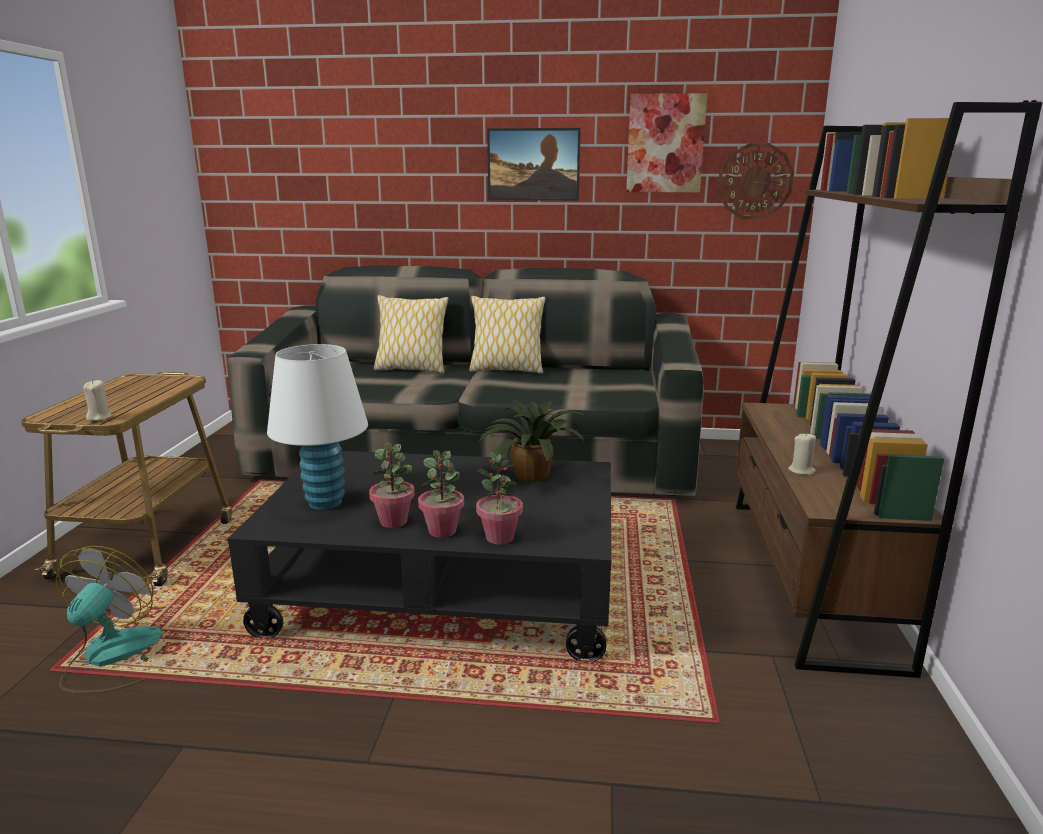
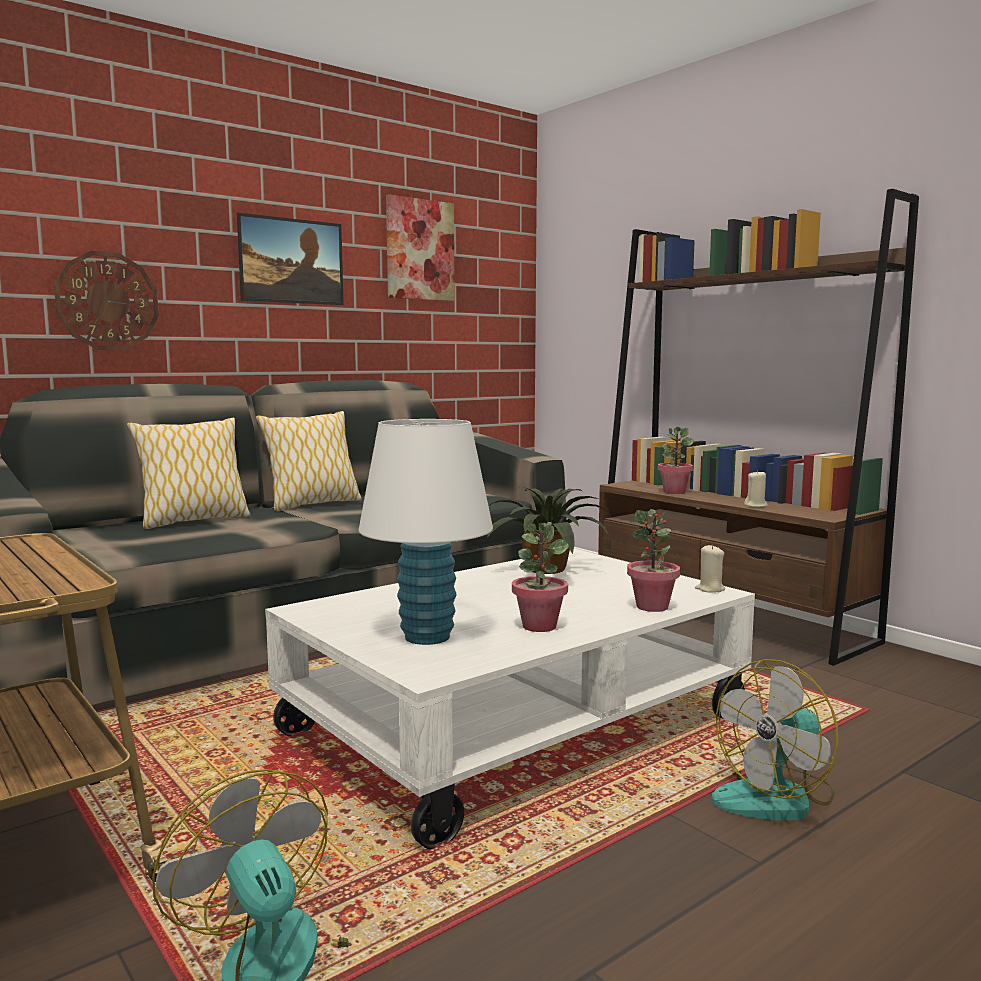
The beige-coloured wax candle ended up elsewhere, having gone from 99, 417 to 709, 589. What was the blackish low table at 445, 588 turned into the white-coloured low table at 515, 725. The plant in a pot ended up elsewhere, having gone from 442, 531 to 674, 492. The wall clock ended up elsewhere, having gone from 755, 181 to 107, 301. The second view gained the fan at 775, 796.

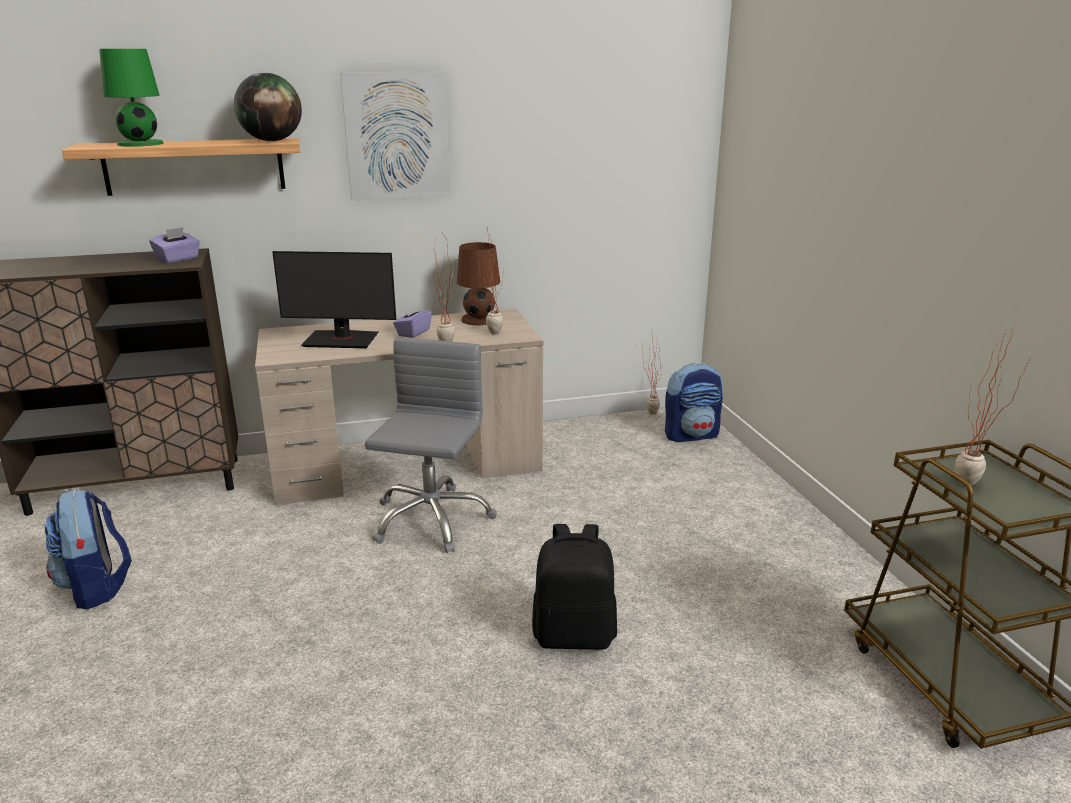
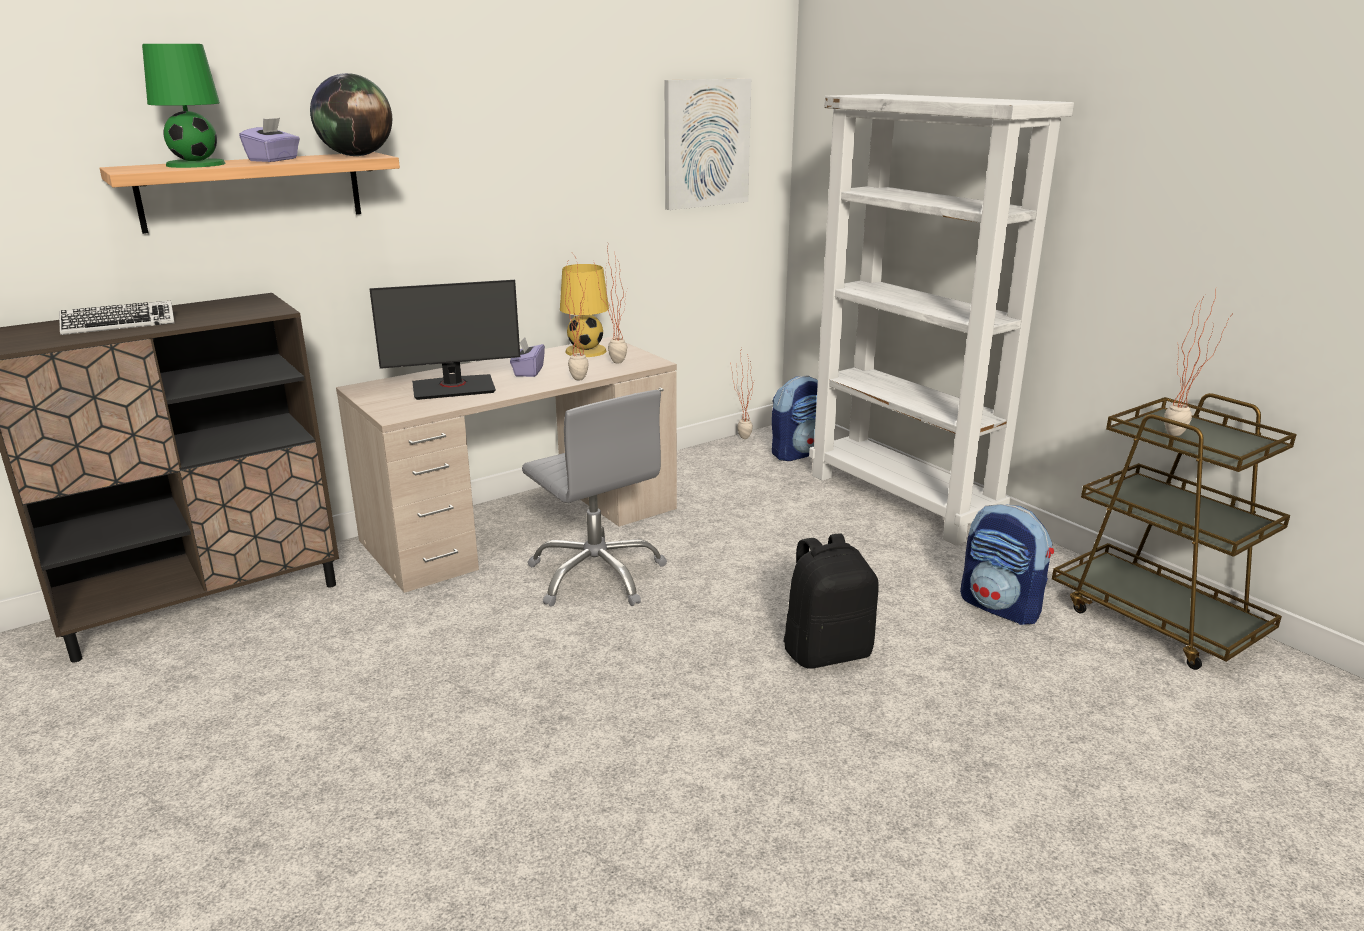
The backpack ended up elsewhere, having gone from 97, 587 to 1001, 607. The purple tissue holder ended up elsewhere, having gone from 178, 259 to 274, 160. The wall art ended up elsewhere, having gone from 396, 136 to 706, 143. The greyish computer chair at 431, 519 ended up facing another way, 150 degrees clockwise from before. What was the brown-coloured table lamp at 479, 319 turned into the yellow table lamp at 586, 351. The second view gained the keyboard at 119, 324. The second view gained the white-coloured bookcase at 903, 500.

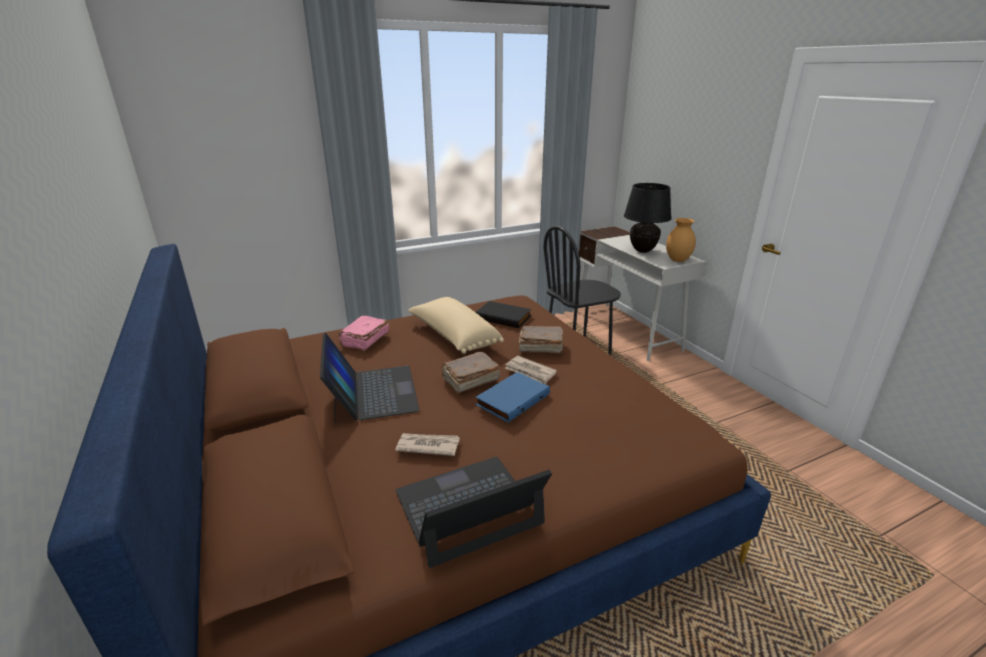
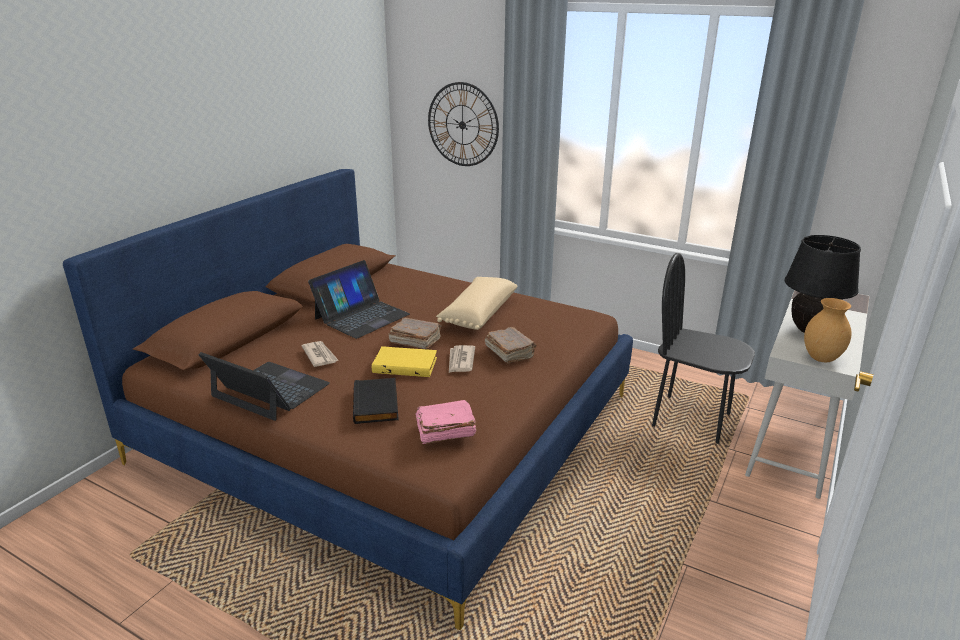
The pink volume ended up elsewhere, having gone from 364, 340 to 444, 431. The blackish volume ended up elsewhere, having gone from 504, 317 to 377, 404. What was the blue volume at 512, 399 turned into the yellow volume at 406, 364. The second view gained the wall clock at 462, 125.

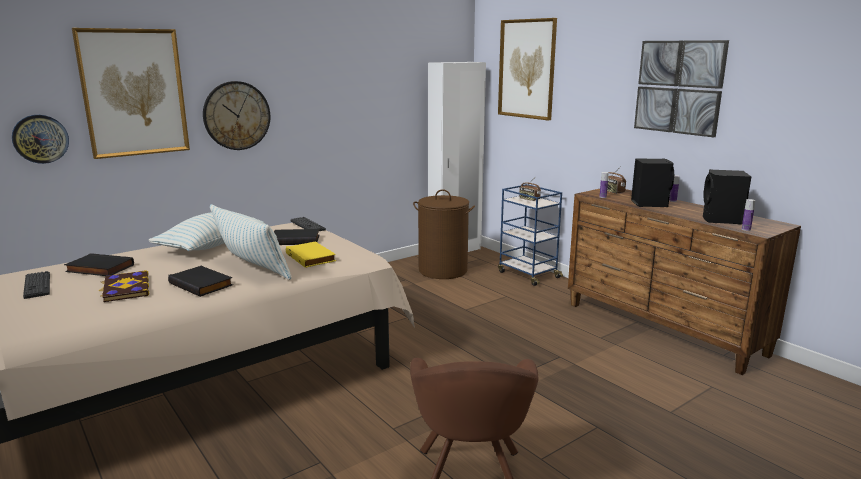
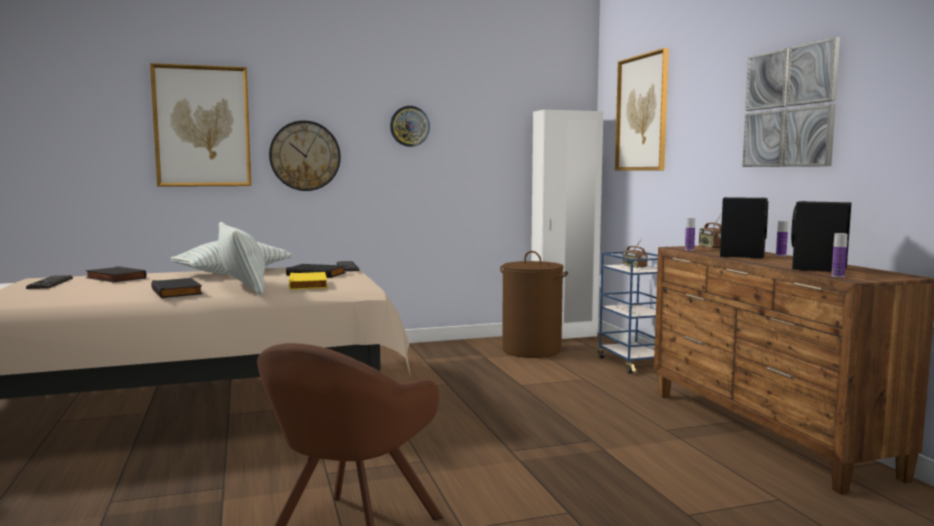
The wall clock ended up elsewhere, having gone from 40, 139 to 409, 126. The second view lost the volume at 125, 288.

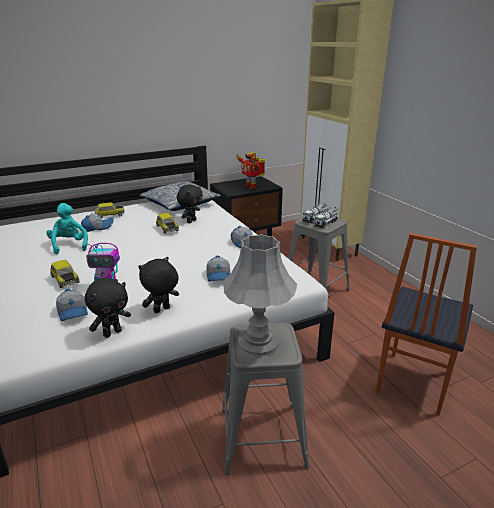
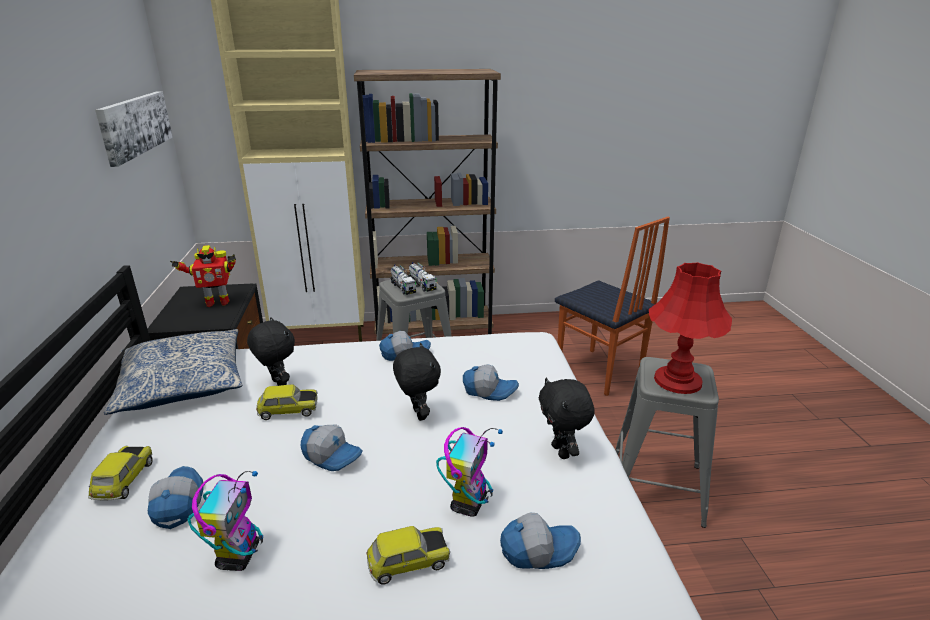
Where the turquoise-coloured cuddly toy stood at 69, 245, the model robot came to stand at 239, 555. The blackish cuddly toy ended up elsewhere, having gone from 112, 333 to 417, 414. What was the greyish table lamp at 258, 342 turned into the red table lamp at 677, 380. The second view gained the wall art at 135, 125. The second view gained the peaked cap at 332, 455. The second view gained the brown-coloured bookcase at 433, 333.

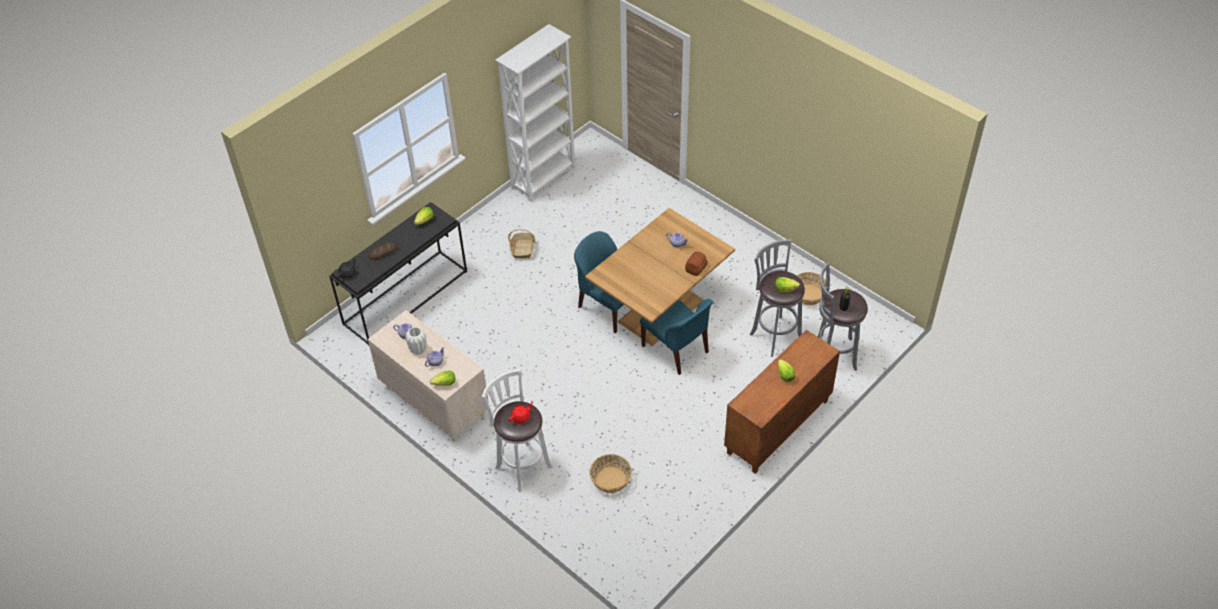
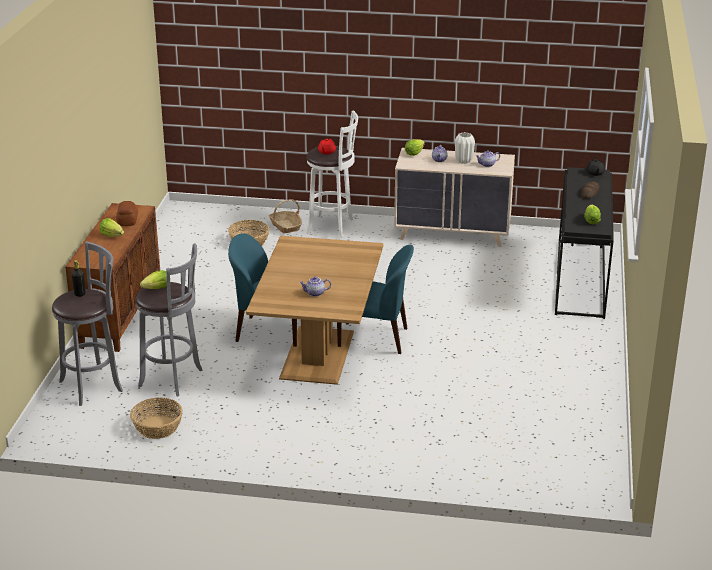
The second view lost the white-coloured bookcase at 544, 178. The household basket ended up elsewhere, having gone from 523, 249 to 285, 226. The bakery bread ended up elsewhere, having gone from 695, 268 to 128, 221.

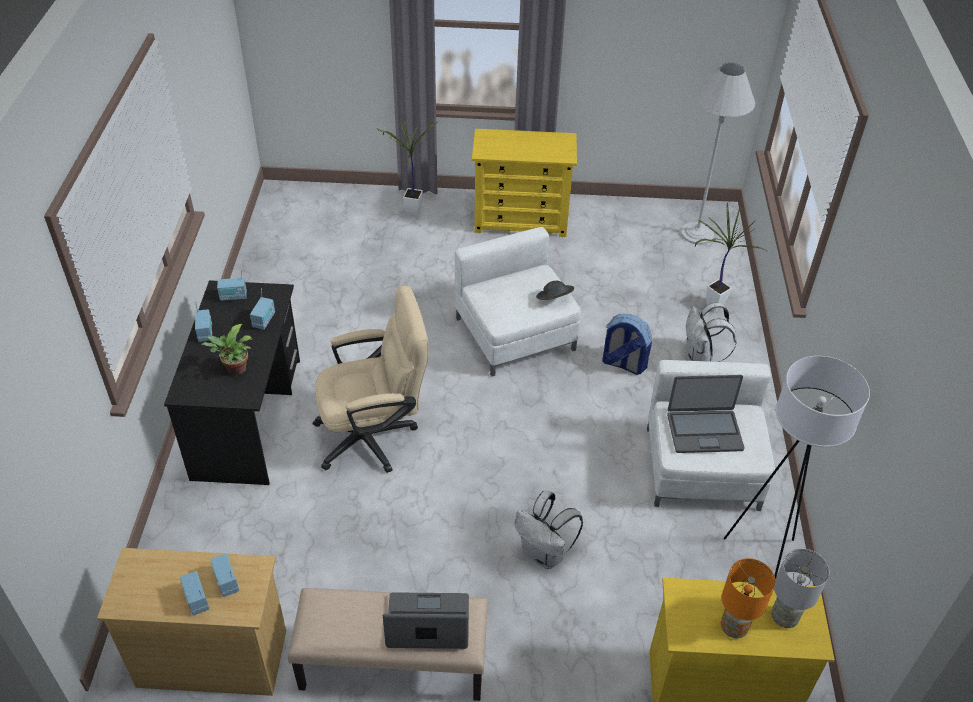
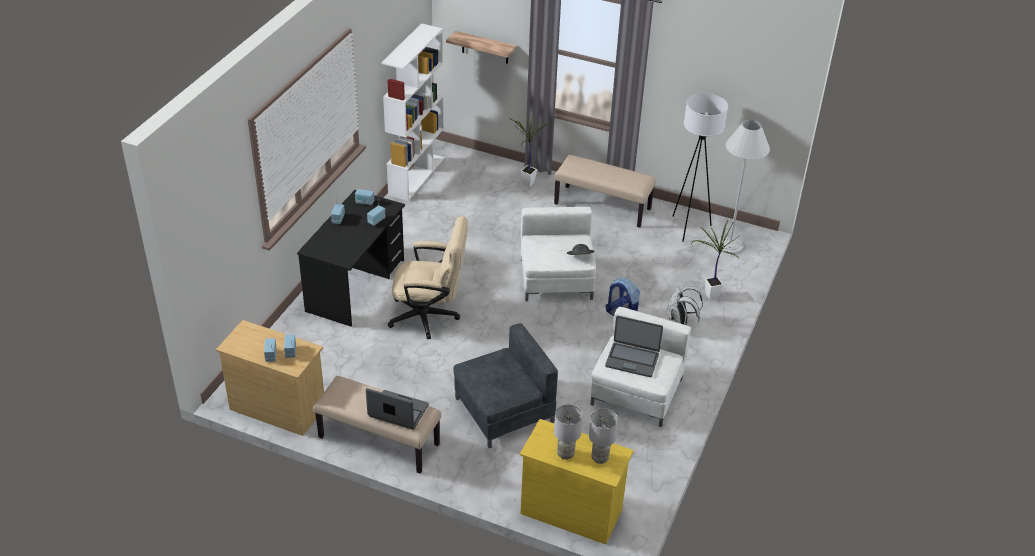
The second view lost the plant in a pot at 235, 370. Where the yellow dresser stood at 521, 220, the beige-coloured indoor bench came to stand at 603, 206. Where the white-coloured backpack stood at 545, 554, the greyish armchair came to stand at 503, 411. What was the orange-coloured table lamp at 733, 627 turned into the greyish table lamp at 566, 454. The white-coloured standard lamp ended up elsewhere, having gone from 762, 558 to 688, 228. The second view gained the white-coloured bookcase at 416, 176. The second view gained the shelf at 485, 47.

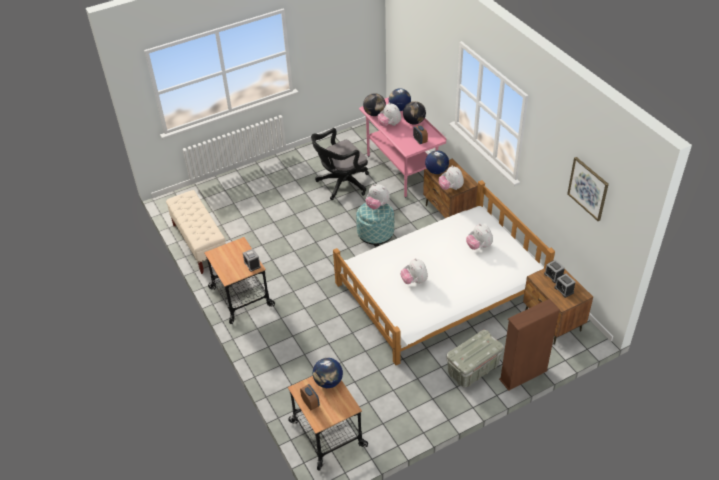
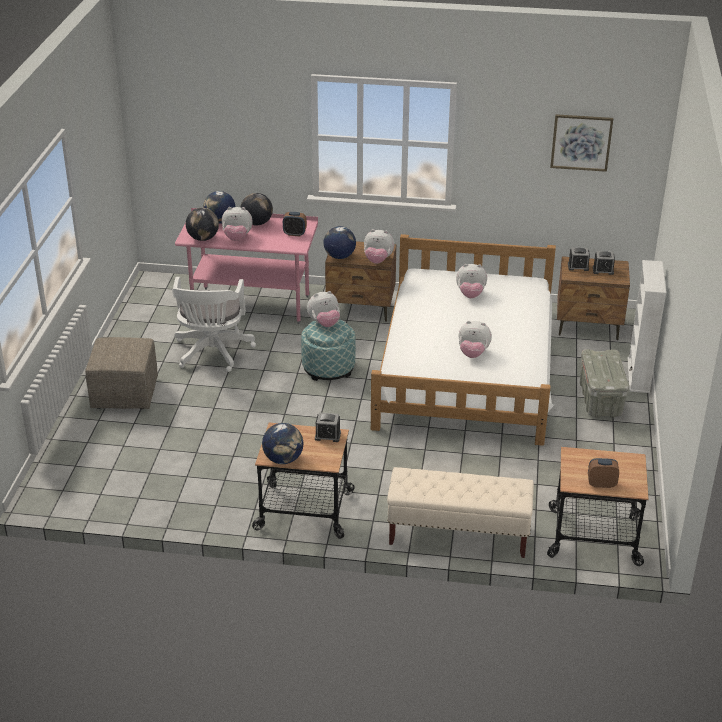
The beige-coloured indoor bench ended up elsewhere, having gone from 200, 244 to 457, 535. What was the blackish computer chair at 341, 184 turned into the white-coloured computer chair at 212, 353. The desk globe ended up elsewhere, having gone from 328, 382 to 283, 459. What was the brown-coloured bookcase at 523, 375 turned into the white-coloured bookcase at 638, 375. The second view gained the beige-coloured ottoman at 124, 393.

